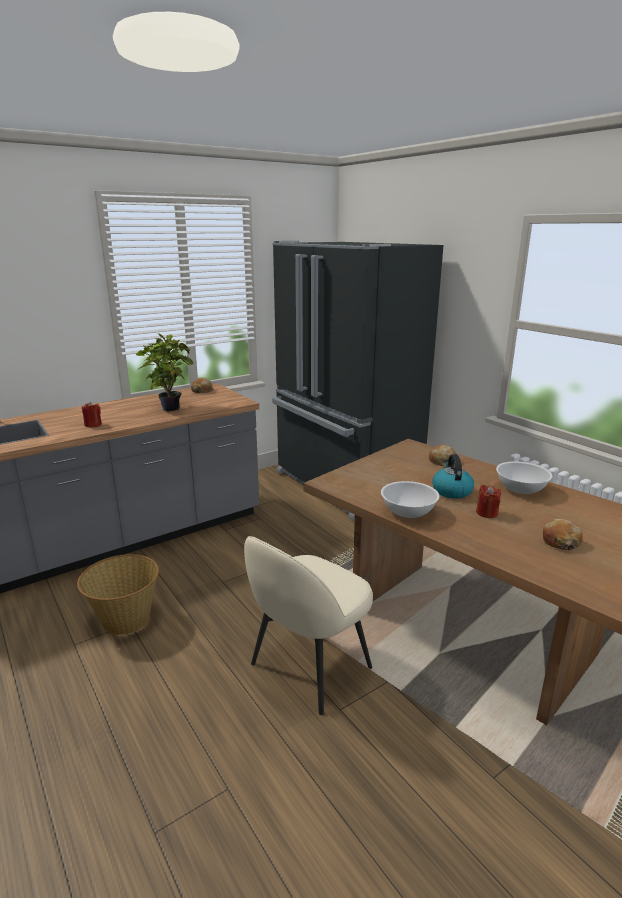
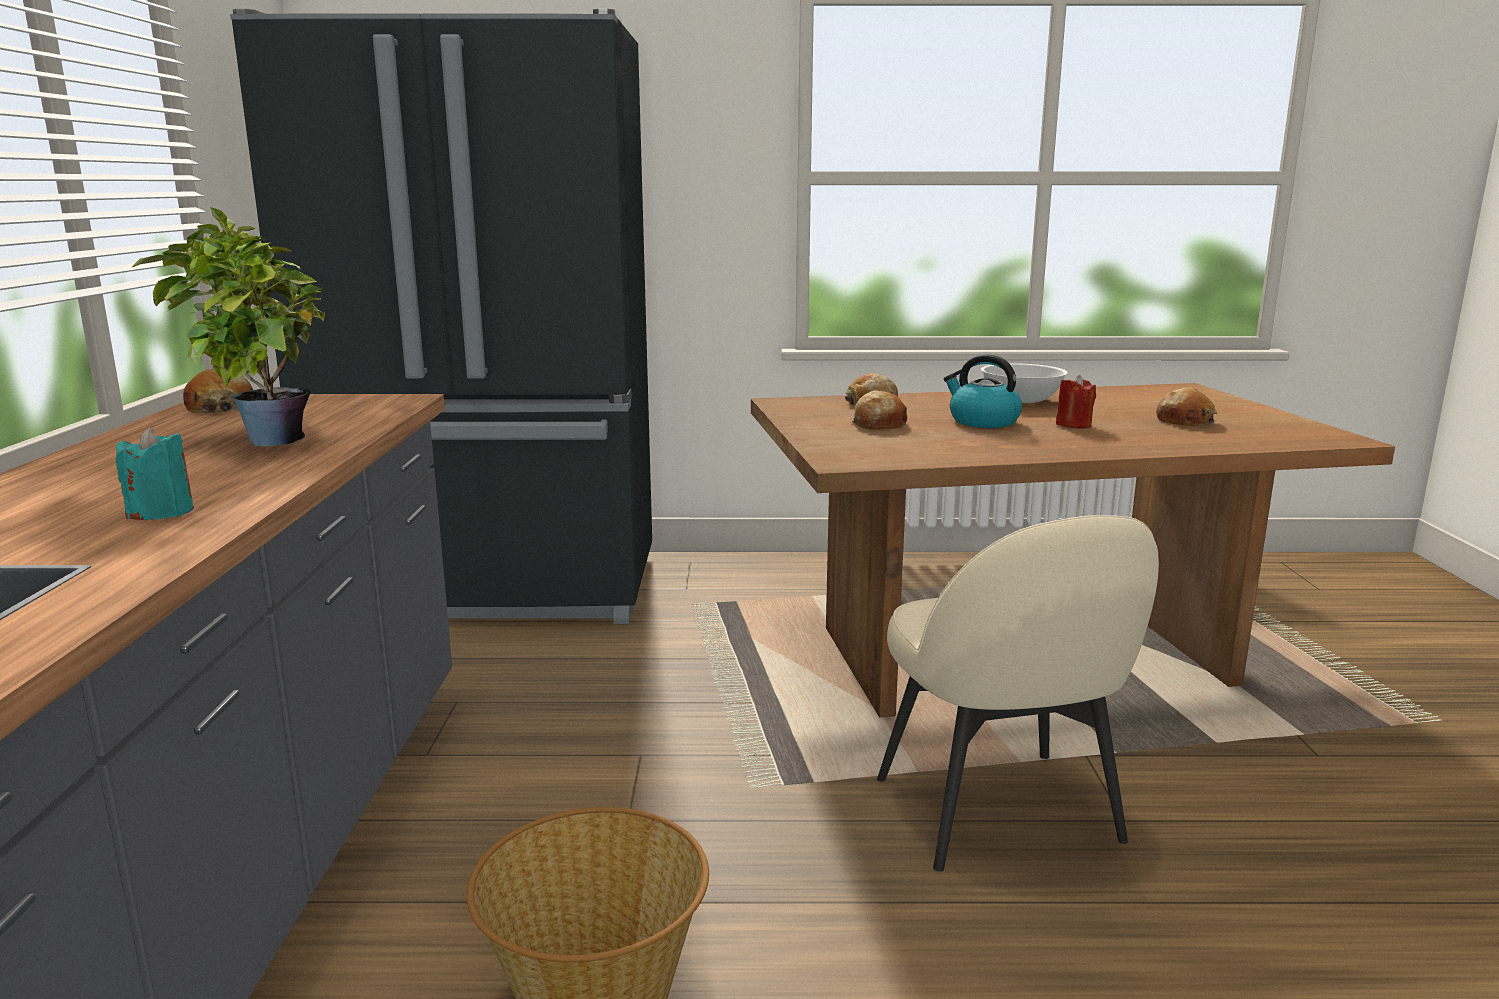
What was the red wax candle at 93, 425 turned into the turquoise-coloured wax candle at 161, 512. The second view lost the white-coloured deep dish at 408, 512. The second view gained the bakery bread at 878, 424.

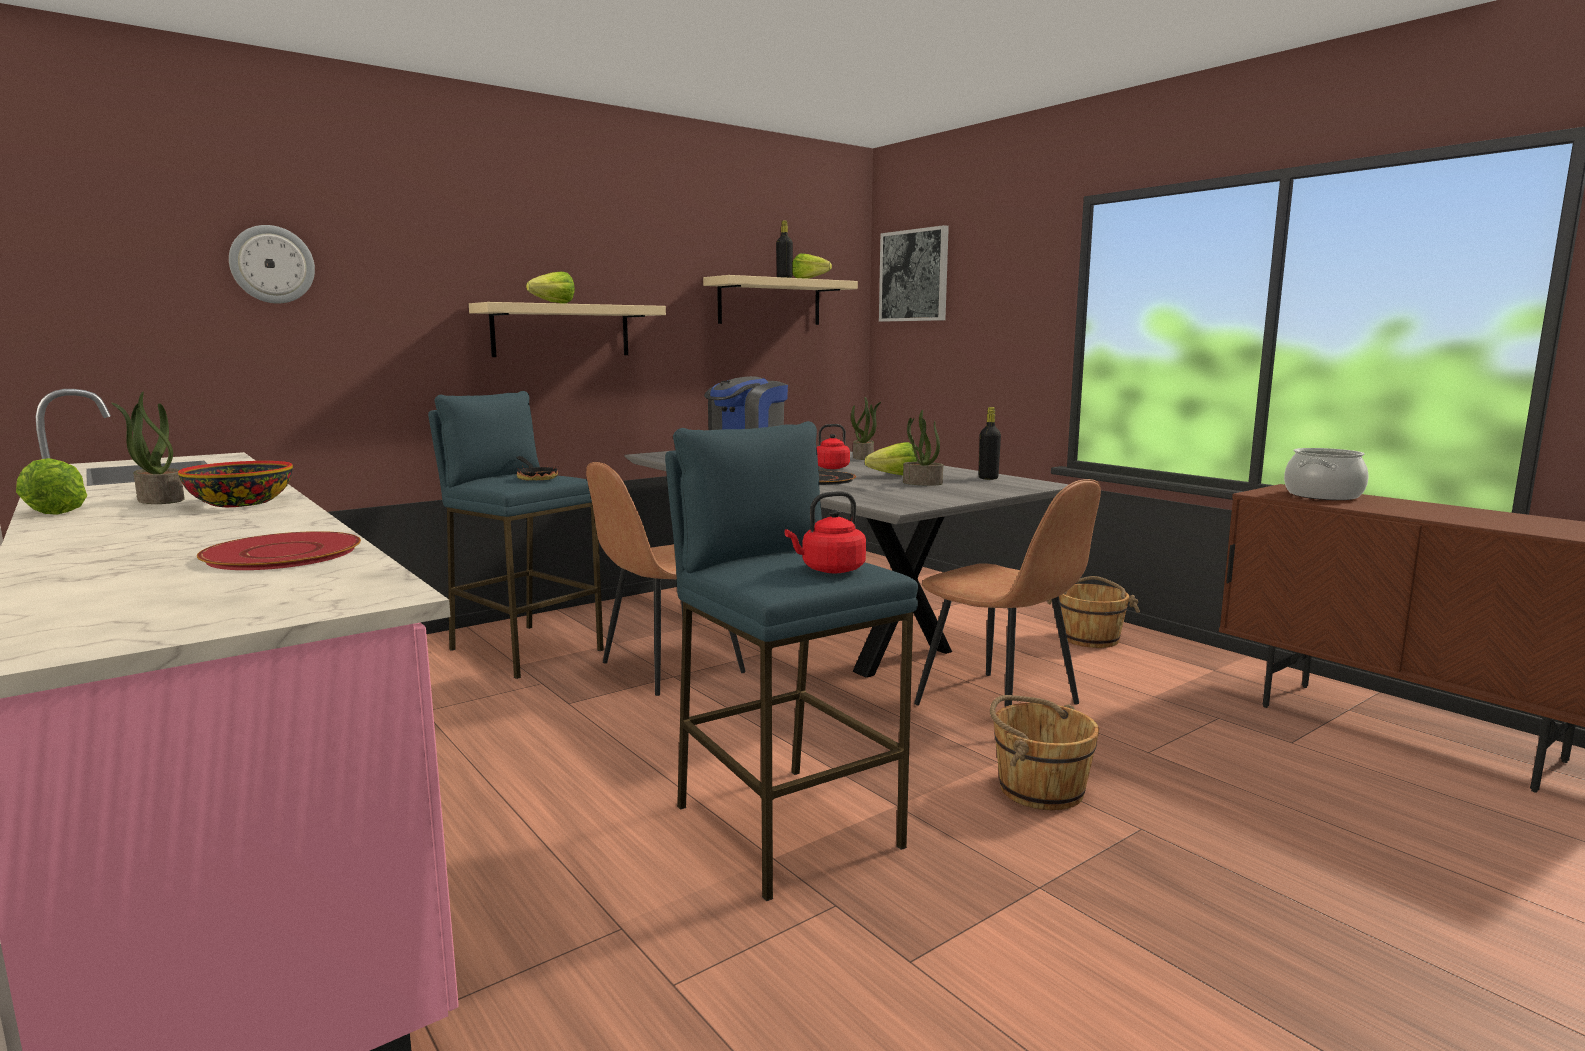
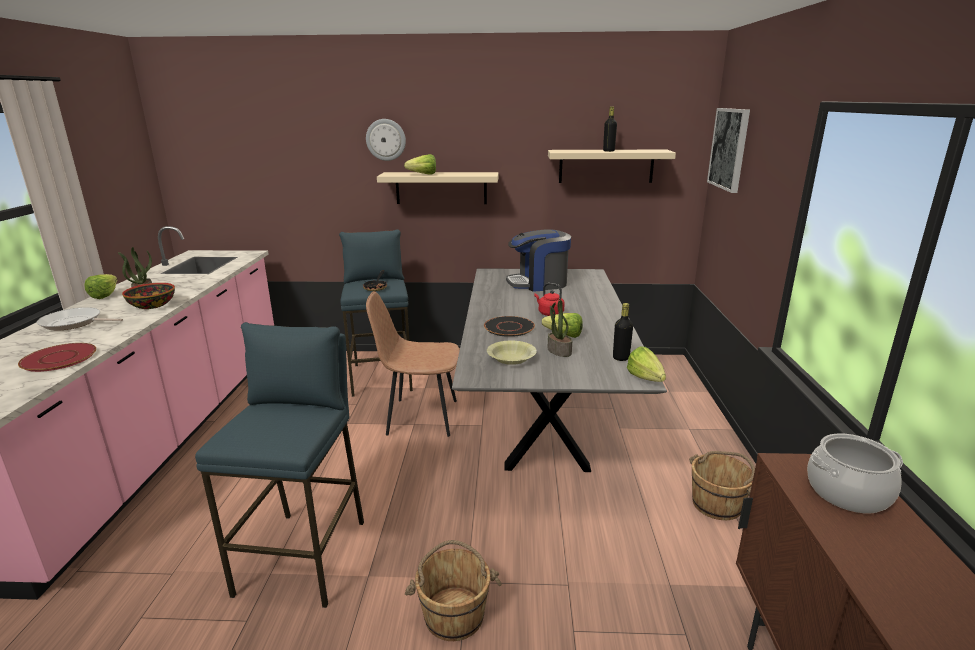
The wall clock ended up elsewhere, having gone from 272, 264 to 386, 139. The second view lost the red kettle at 830, 570. The lettuce ended up elsewhere, having gone from 812, 279 to 647, 380. The second view lost the plant in a pot at 863, 457. The second view lost the brown-coloured chair at 1000, 706. The second view gained the pan at 74, 323. The second view gained the yellow deep dish at 511, 359.

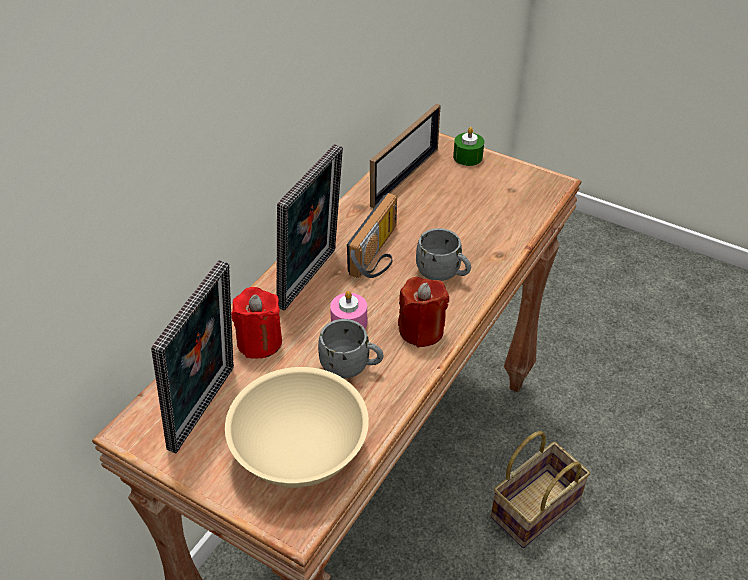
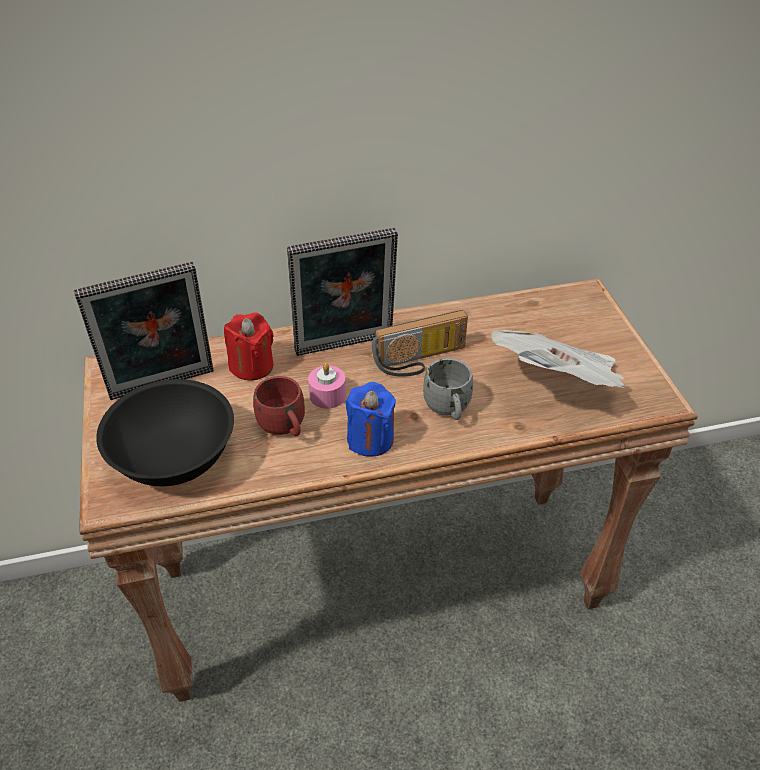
What was the beige-coloured deep dish at 300, 452 turned into the blackish deep dish at 174, 459. What was the greyish tea mug at 351, 367 turned into the red tea mug at 284, 428. The second view lost the picture frame at 405, 177. What was the red wax candle at 421, 330 turned into the blue wax candle at 370, 439. The second view lost the greenish wax candle at 467, 157. The second view lost the household basket at 535, 506. The second view gained the printed paper at 558, 383.

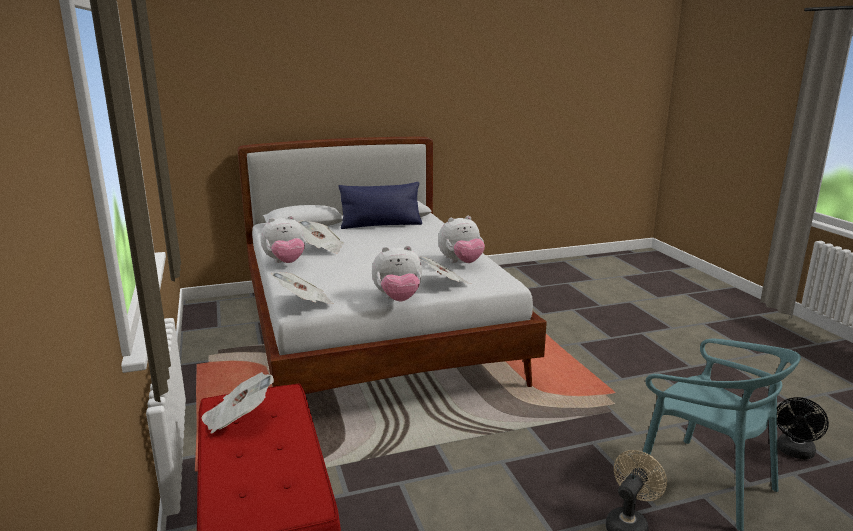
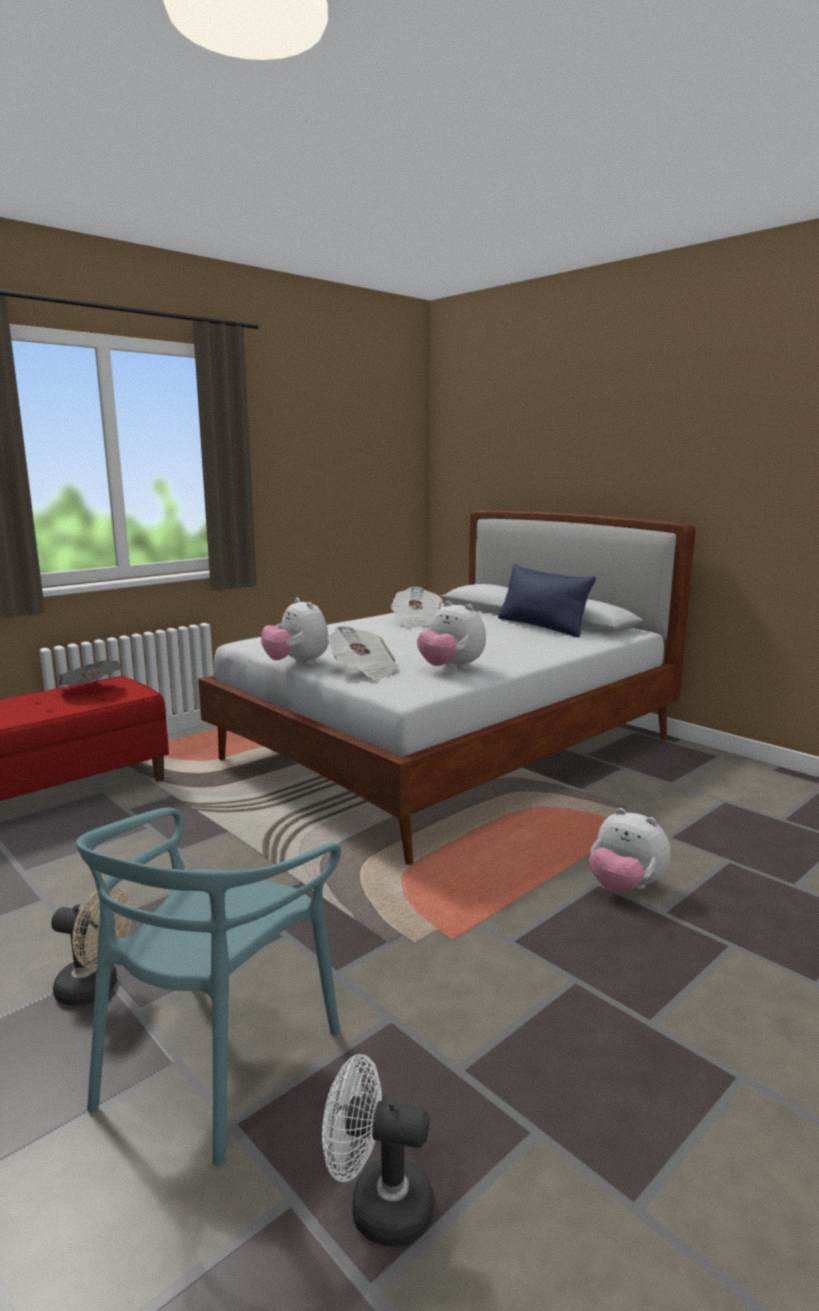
The cuddly toy ended up elsewhere, having gone from 285, 263 to 625, 887. The second view lost the printed paper at 304, 302. What was the blackish fan at 794, 453 turned into the white-coloured fan at 378, 1205.

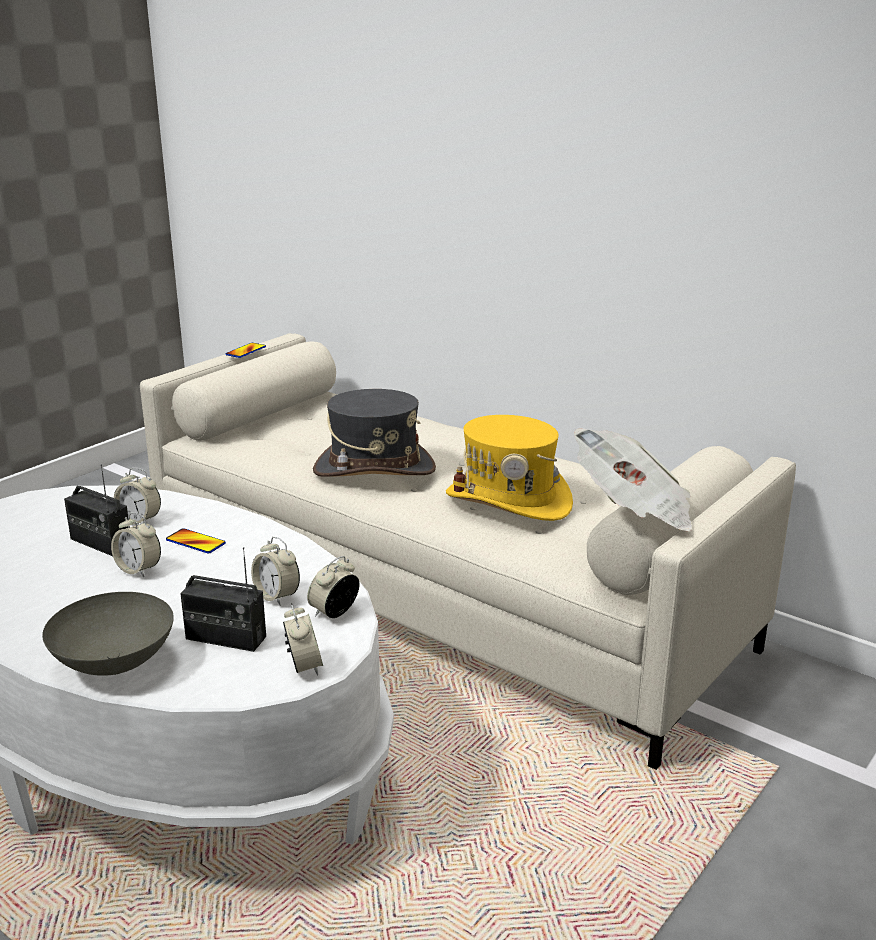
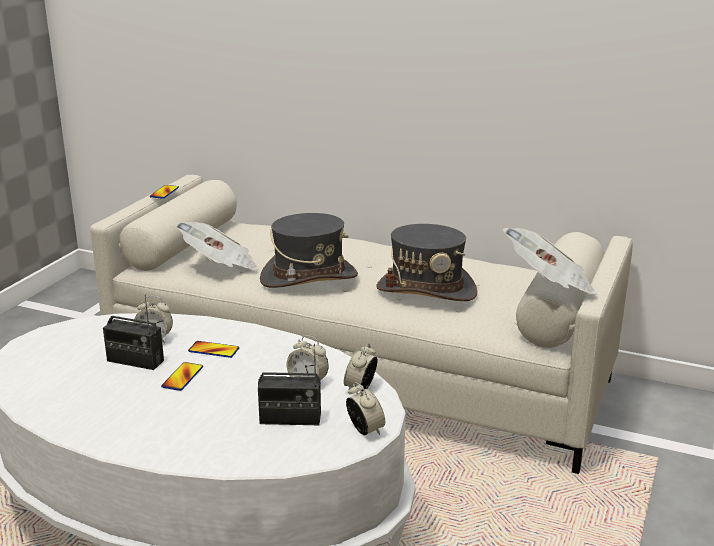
The second view lost the greyish deep dish at 116, 663. Where the table clock stood at 138, 569, the telephone came to stand at 182, 377. What was the yellow clothing hat at 509, 500 turned into the greyish clothing hat at 426, 290. The second view gained the printed paper at 220, 266.

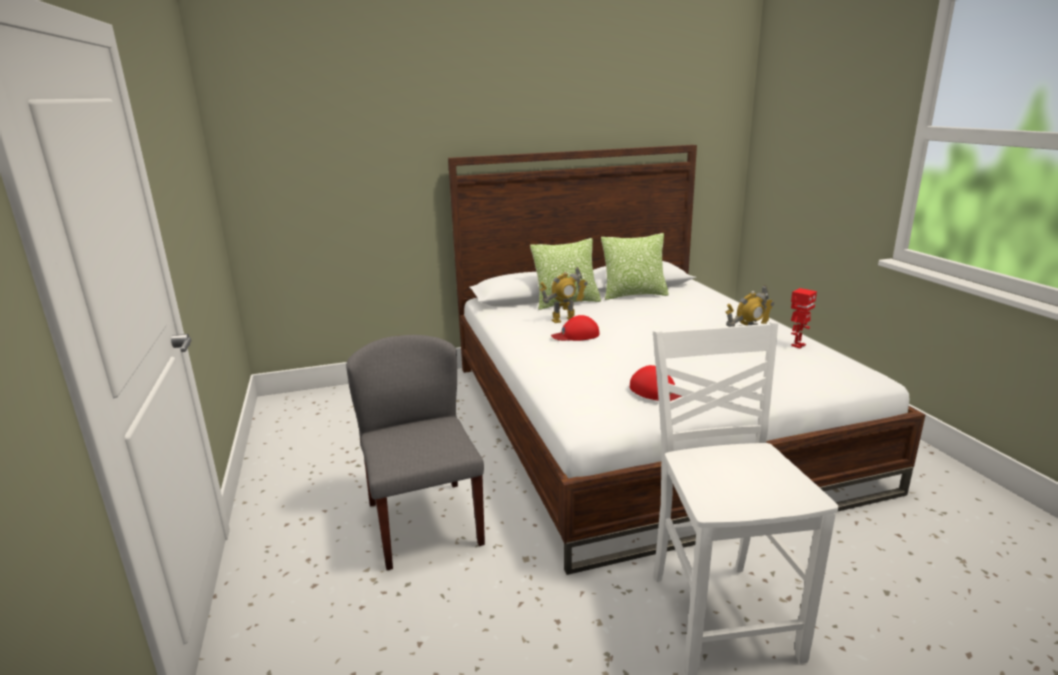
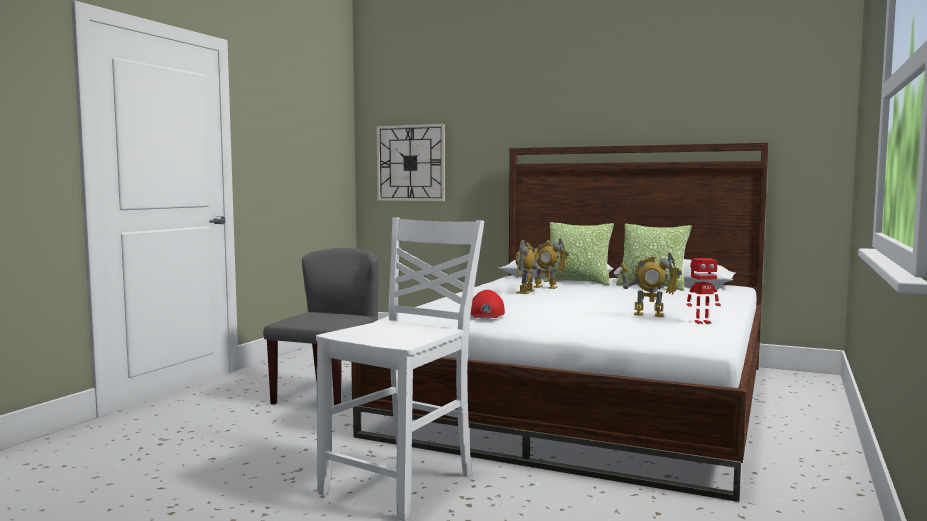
Where the red peaked cap stood at 576, 335, the model robot came to stand at 526, 292. The second view gained the wall clock at 411, 163.

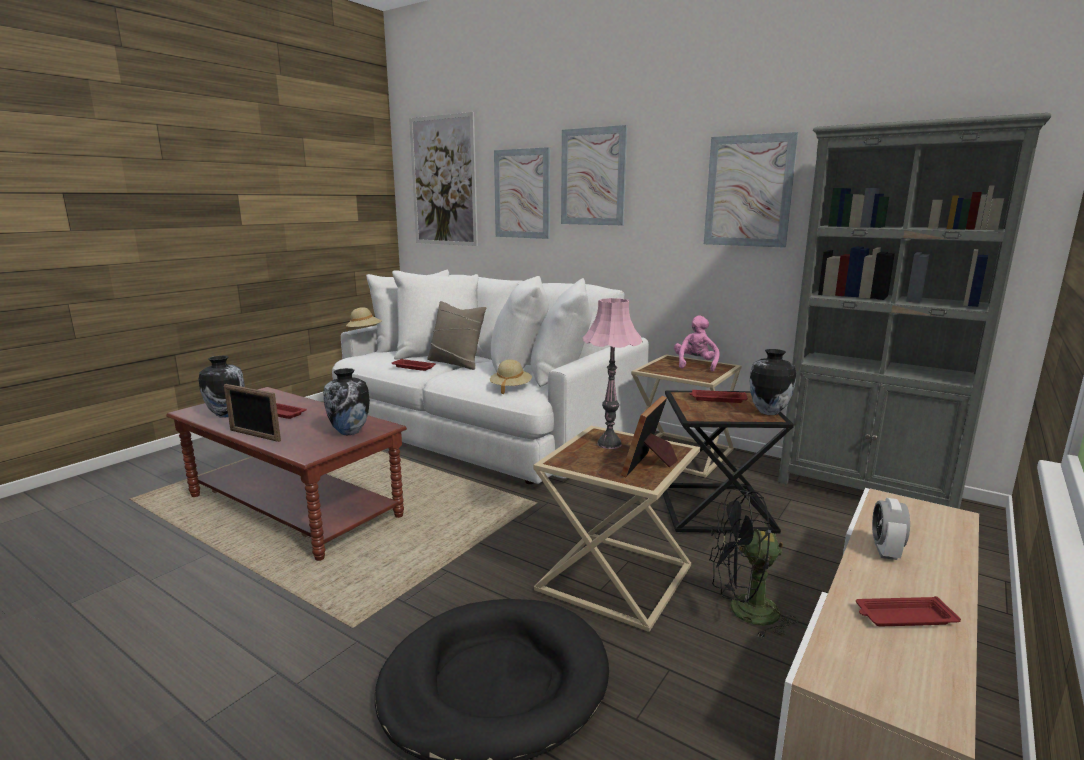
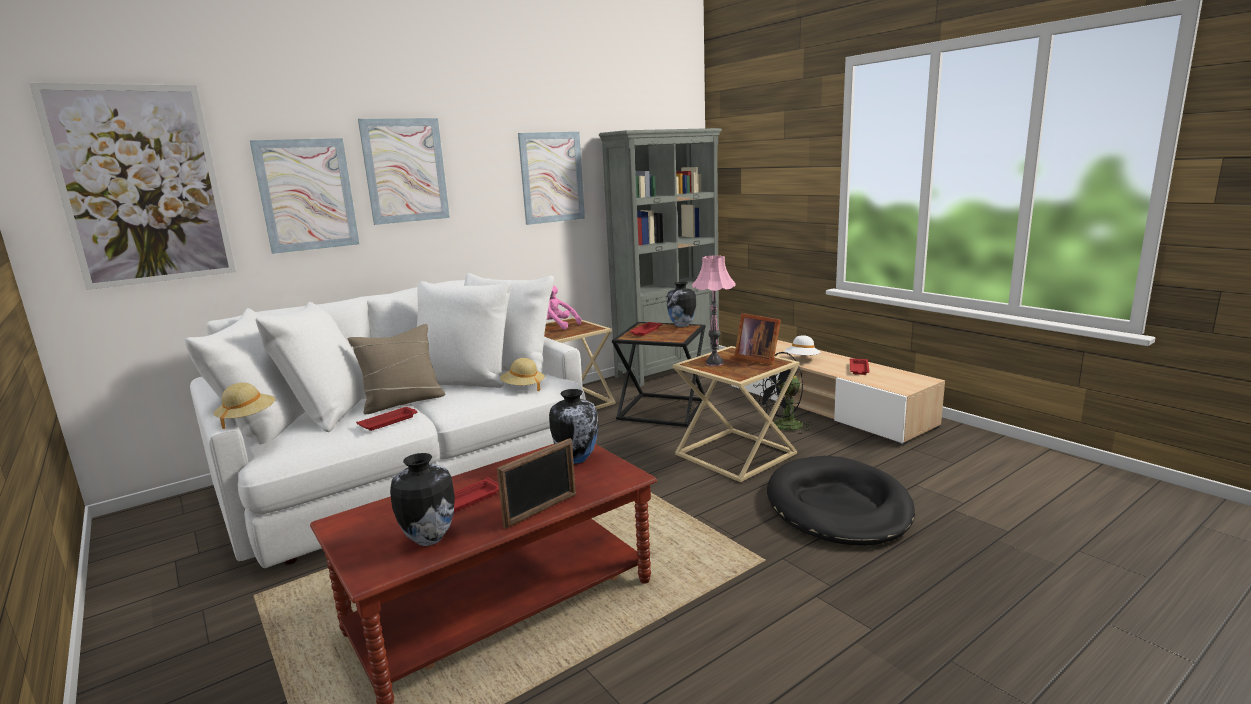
The blackish fan at 743, 612 ended up facing another way, 45 degrees clockwise from before. Where the table clock stood at 885, 551, the white-coloured clothing hat came to stand at 802, 360.

